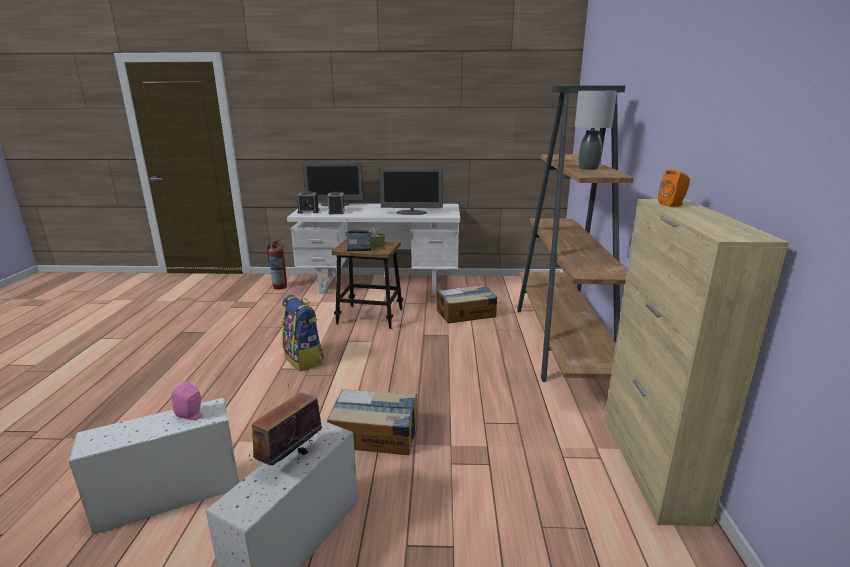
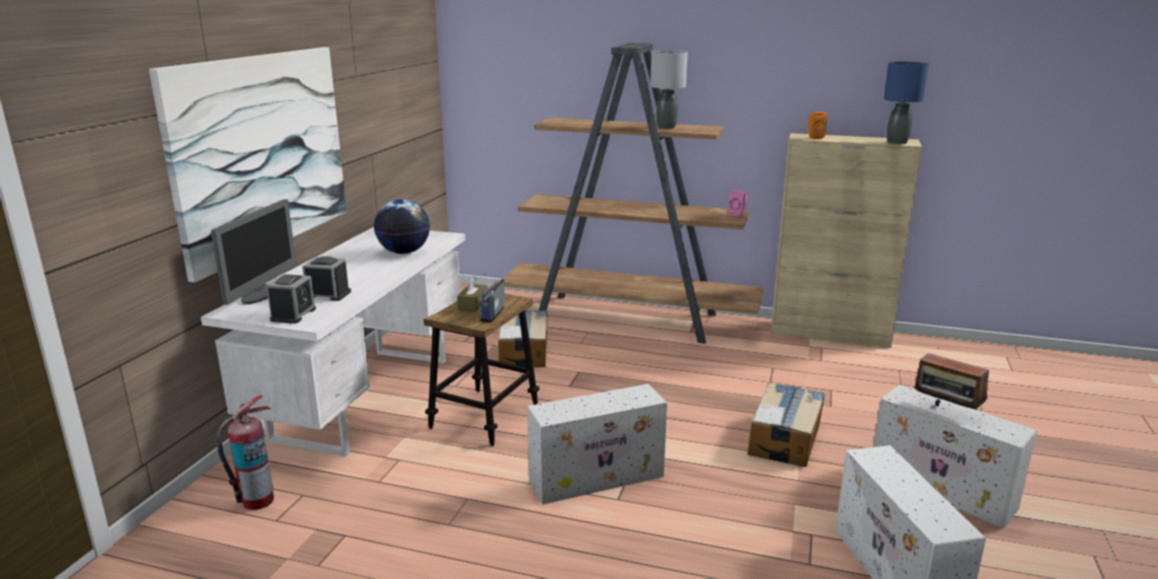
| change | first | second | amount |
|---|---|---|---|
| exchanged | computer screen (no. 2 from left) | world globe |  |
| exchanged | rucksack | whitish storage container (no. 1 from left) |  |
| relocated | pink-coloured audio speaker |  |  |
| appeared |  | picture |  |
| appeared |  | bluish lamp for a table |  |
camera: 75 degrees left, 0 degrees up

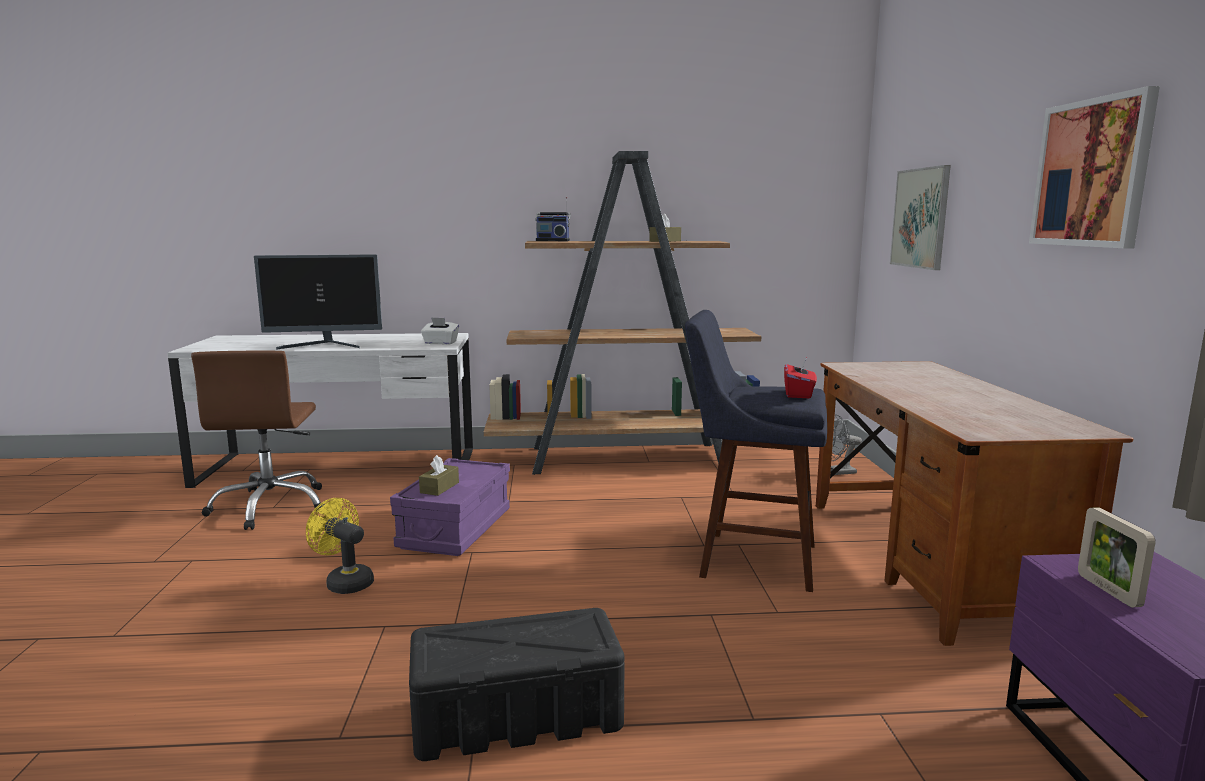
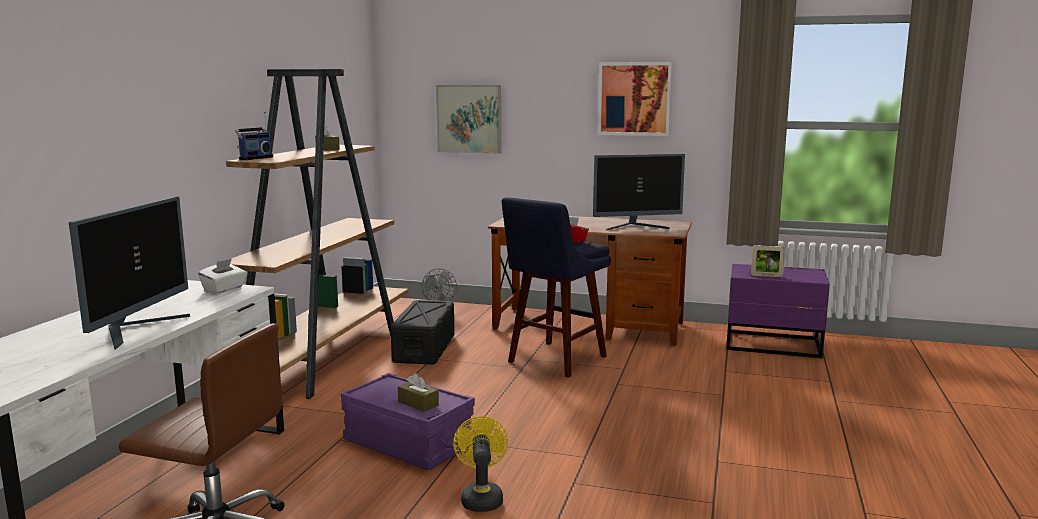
| change | first | second | amount |
|---|---|---|---|
| spun | yellow fan |  | 120 degrees clockwise |
| relocated | blackish storage container |  |  |
| appeared |  | computer screen (no. 2 from left) |  |
camera: 70 degrees left, 0 degrees up

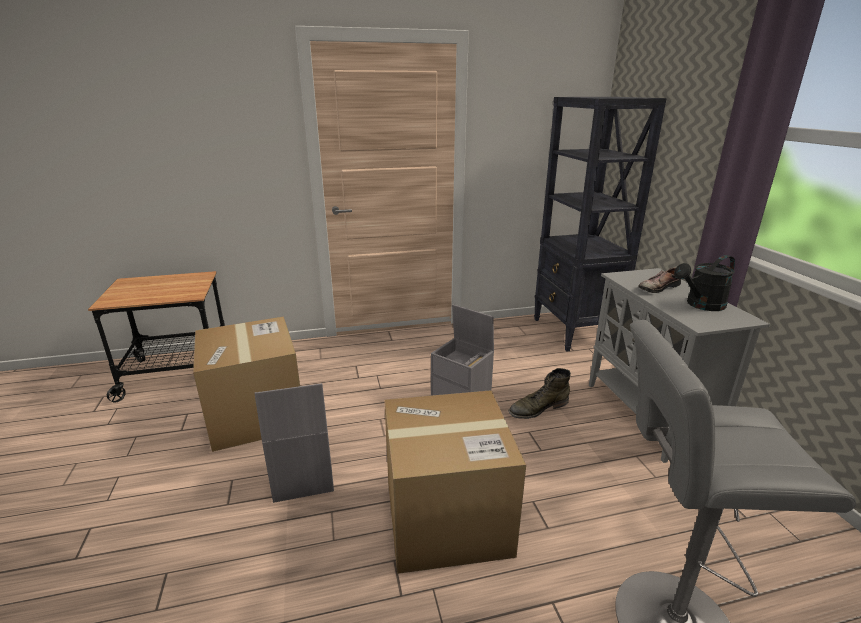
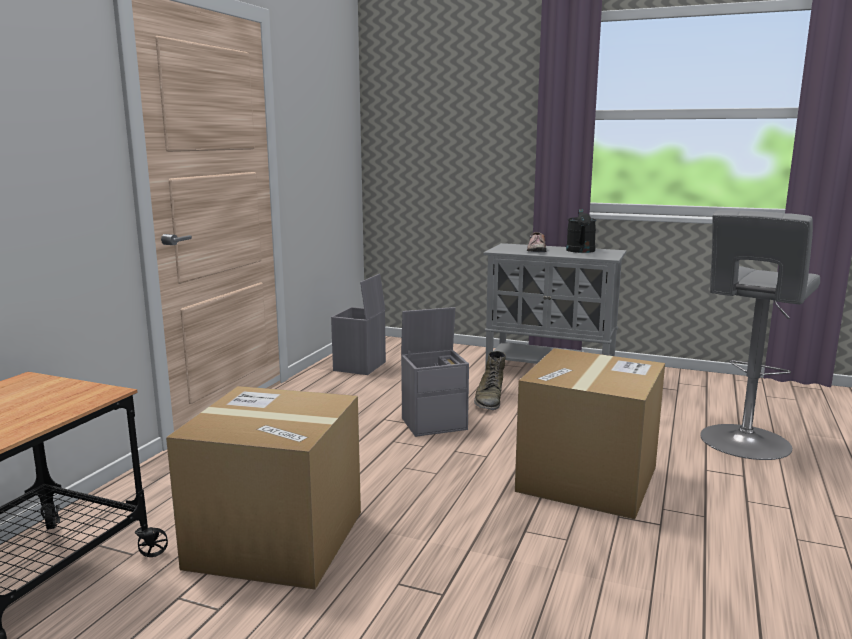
| change | first | second | amount |
|---|---|---|---|
| missing | blackish bookshelf |  |  |
| relocated | greyish storage container (no. 1 from left) |  |  |
camera: 55 degrees left, 10 degrees down

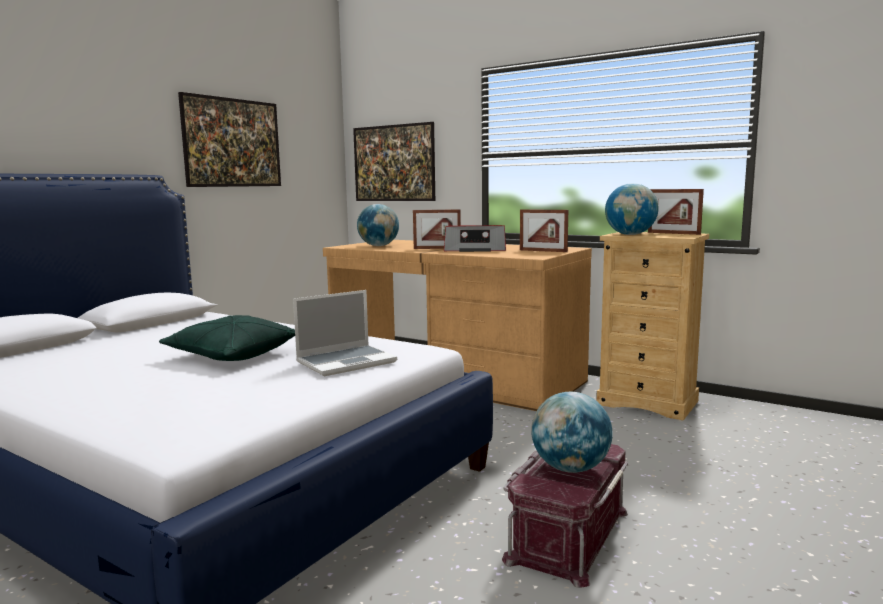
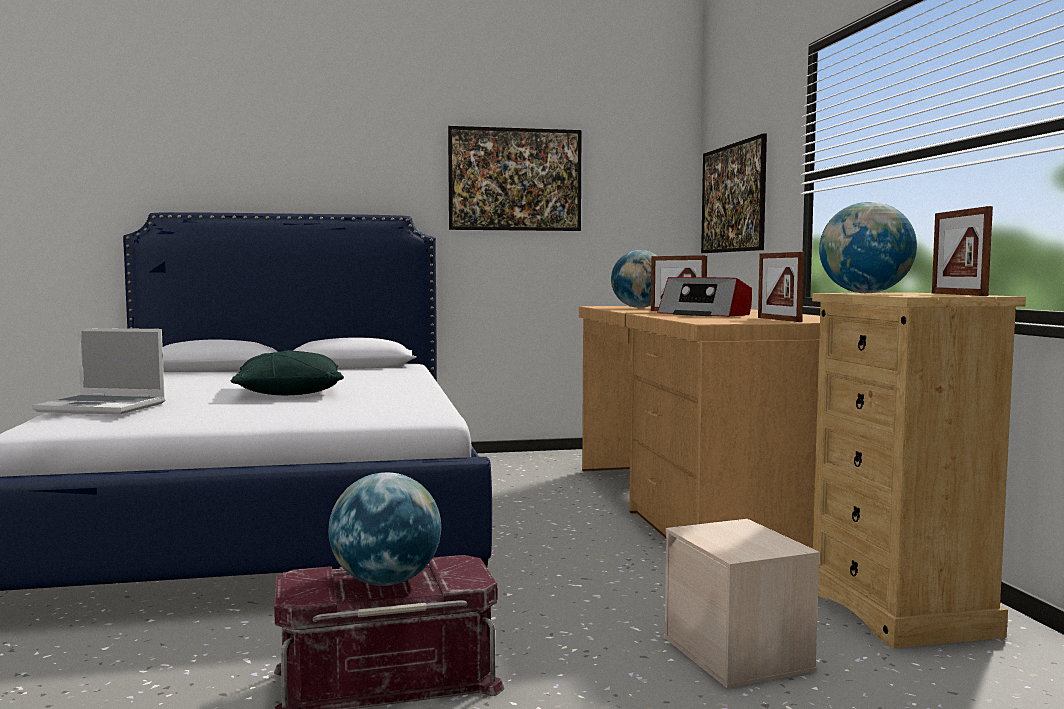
| change | first | second | amount |
|---|---|---|---|
| relocated | portable computer |  |  |
| appeared |  | sand-coloured storage container |  |
camera: 45 degrees right, 5 degrees down

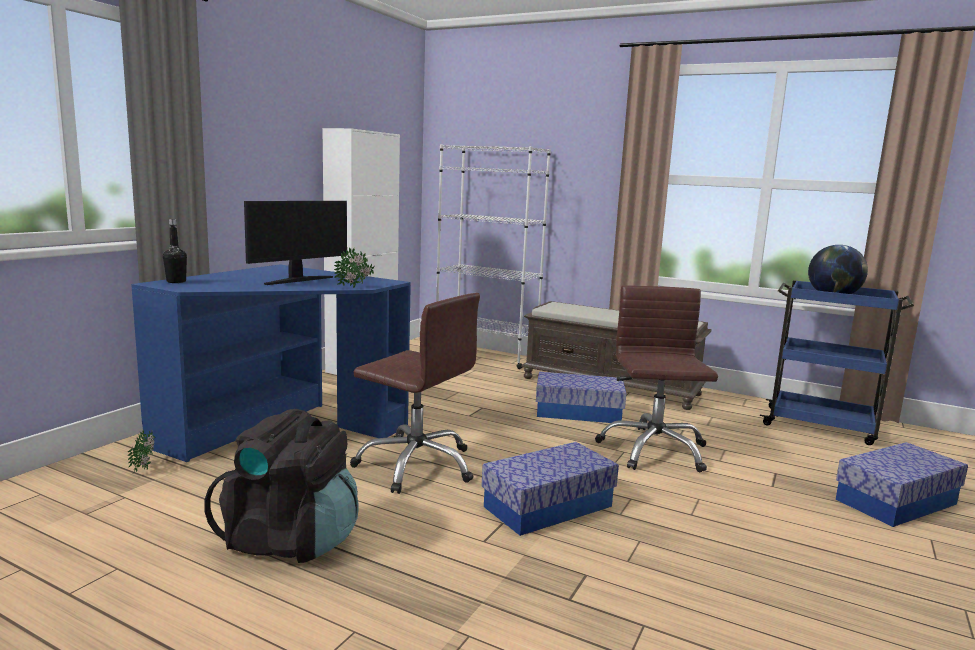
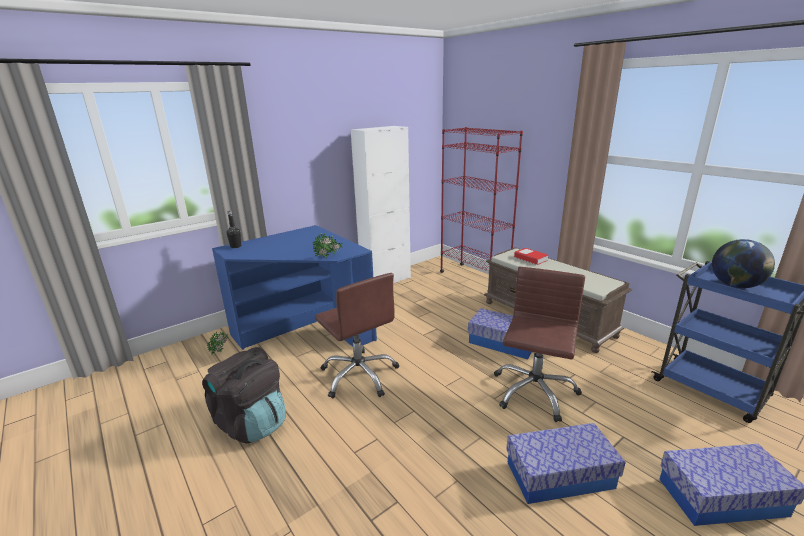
| change | first | second | amount |
|---|---|---|---|
| colour | whitish bookshelf | red bookshelf |  |
| missing | computer screen |  |  |
| relocated | storage container (no. 1 from left in the first image) | storage container (no. 2 from left) |  |
| appeared |  | book |  |
camera: 25 degrees right, 10 degrees up

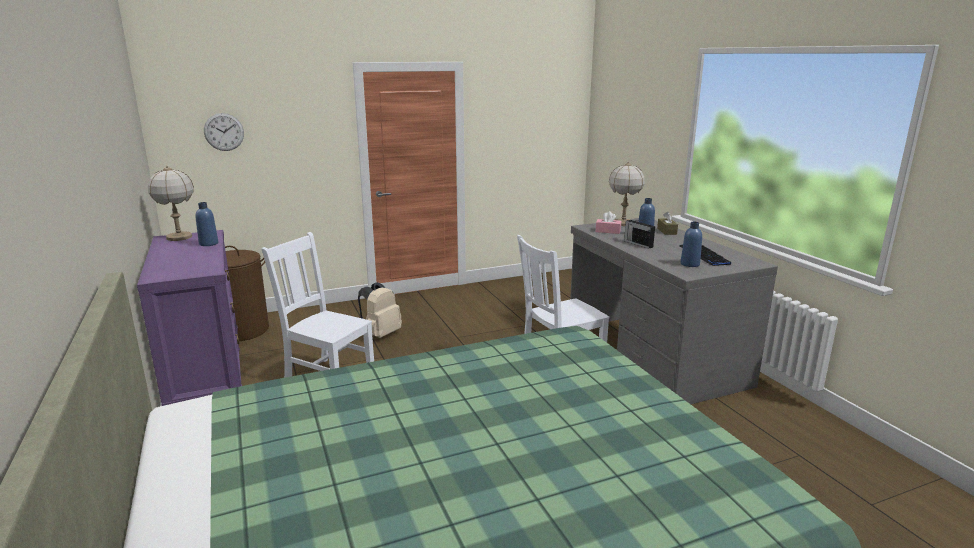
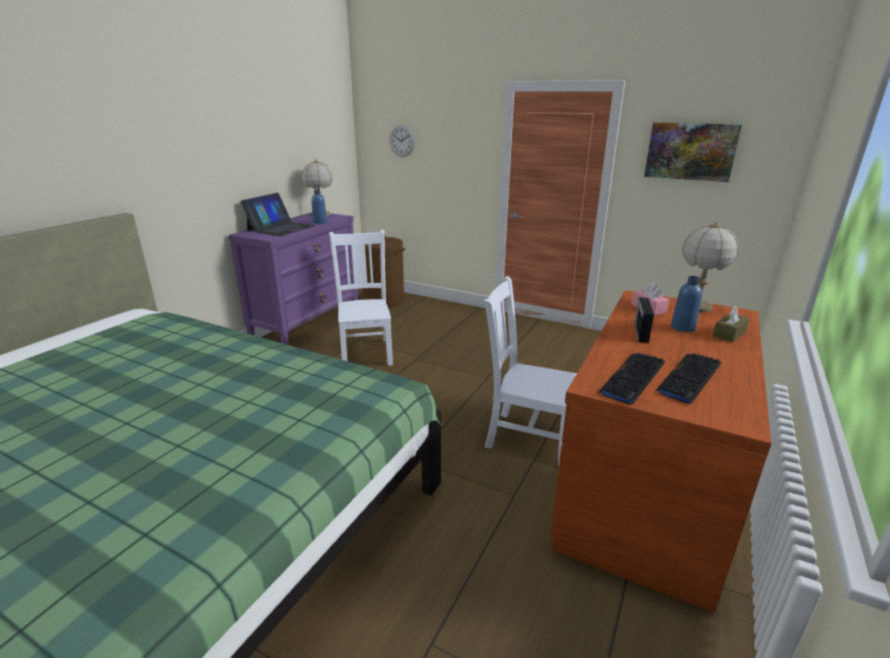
| change | first | second | amount |
|---|---|---|---|
| colour | greyish desk table | brownish desk table |  |
| exchanged | bluish beverage bottle (no. 3 from left) | PC keyboard (no. 1 from left) |  |
| missing | sand-coloured rucksack |  |  |
| appeared |  | picture |  |
| appeared |  | portable computer |  |
camera: 50 degrees right, 5 degrees up

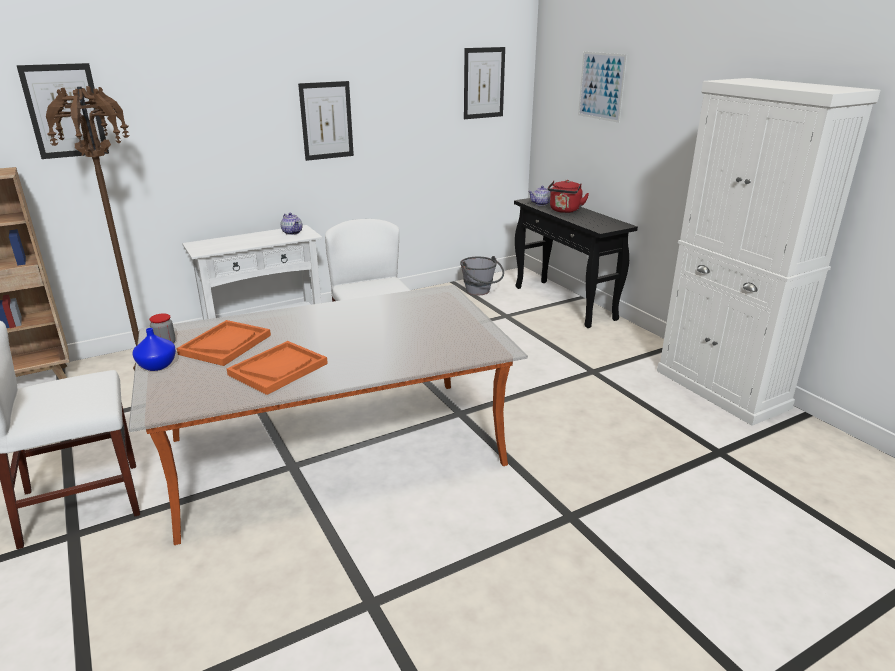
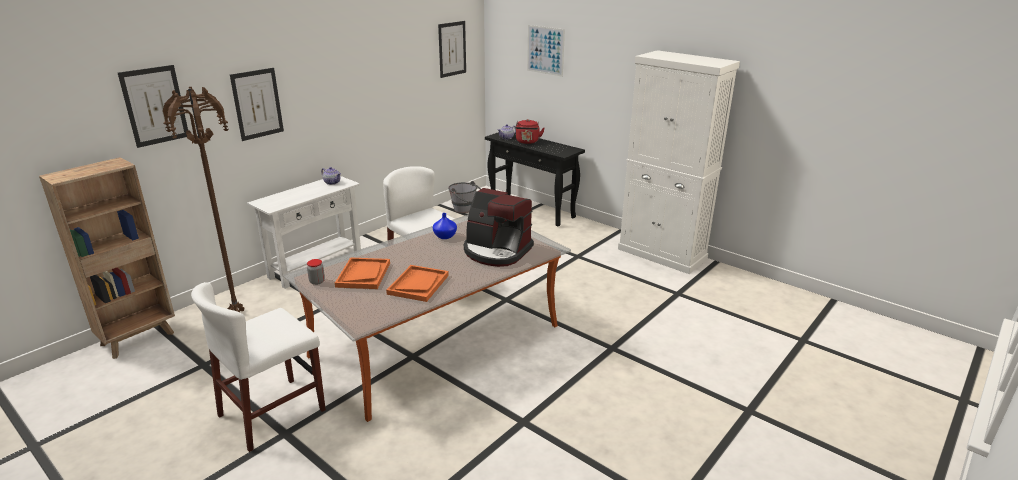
| change | first | second | amount |
|---|---|---|---|
| relocated | picture (no. 2 from left) |  |  |
| relocated | bluish vase |  |  |
| appeared |  | coffee brewer |  |
camera: 20 degrees left, 0 degrees up

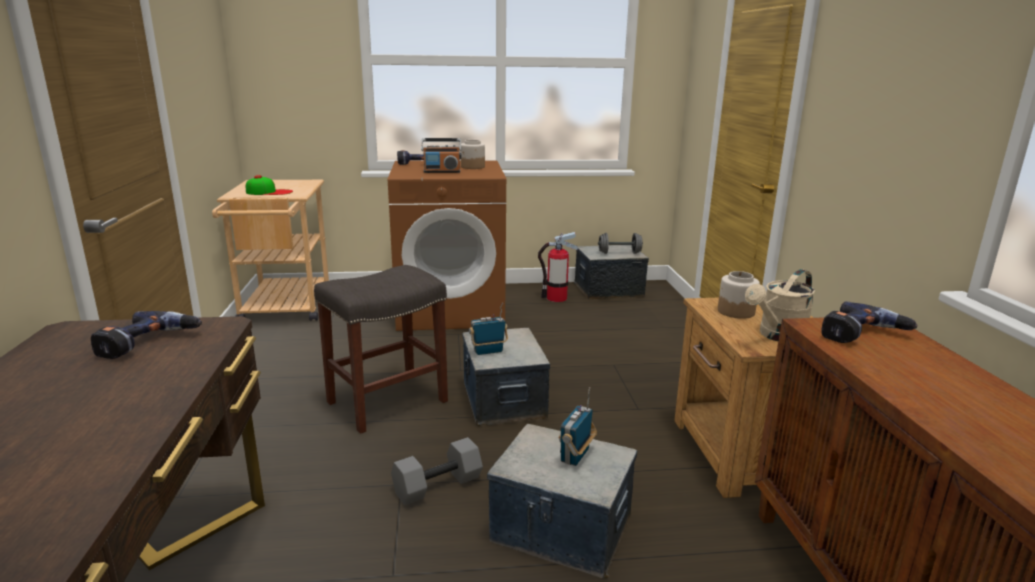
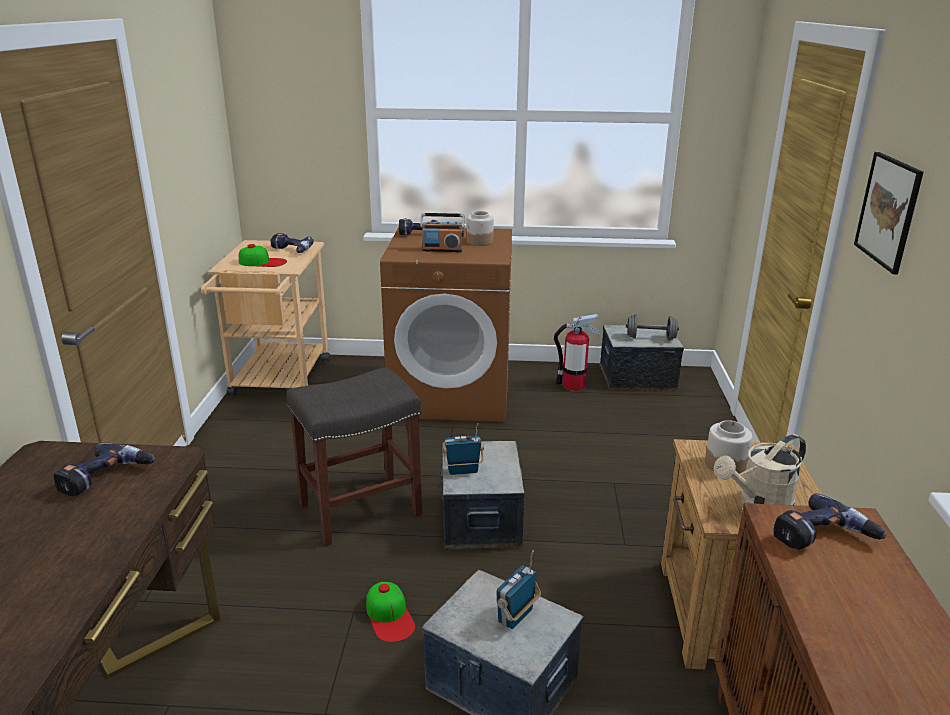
| change | first | second | amount |
|---|---|---|---|
| exchanged | greyish dumbbell (no. 1 from left) | peaked cap (no. 2 from left) |  |
| appeared |  | picture |  |
| appeared |  | power drill (no. 2 from left) |  |
camera: 10 degrees right, 5 degrees up

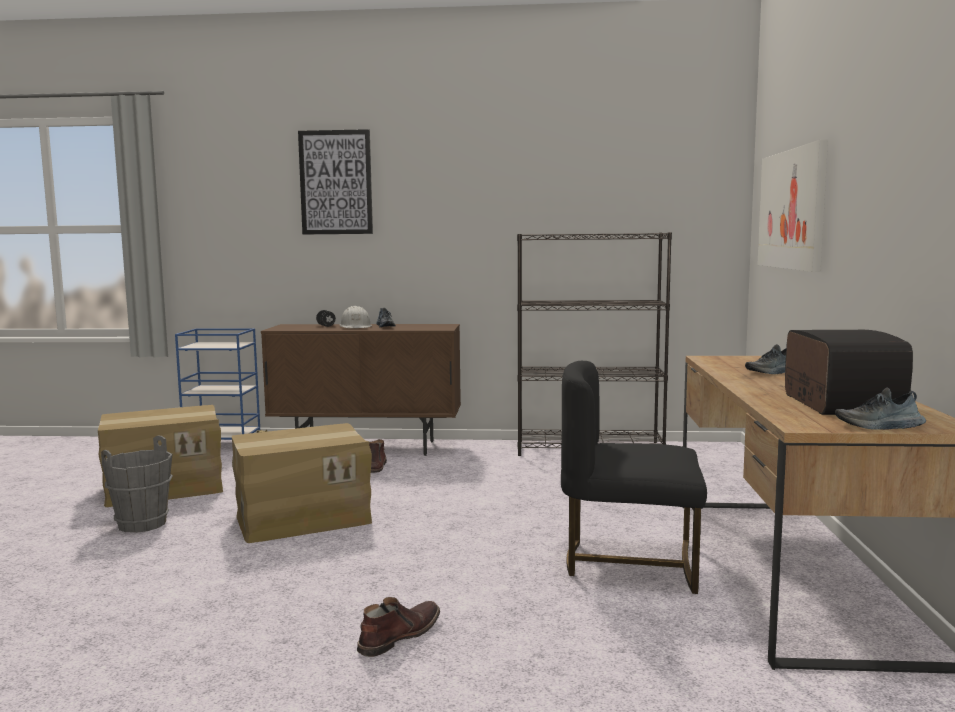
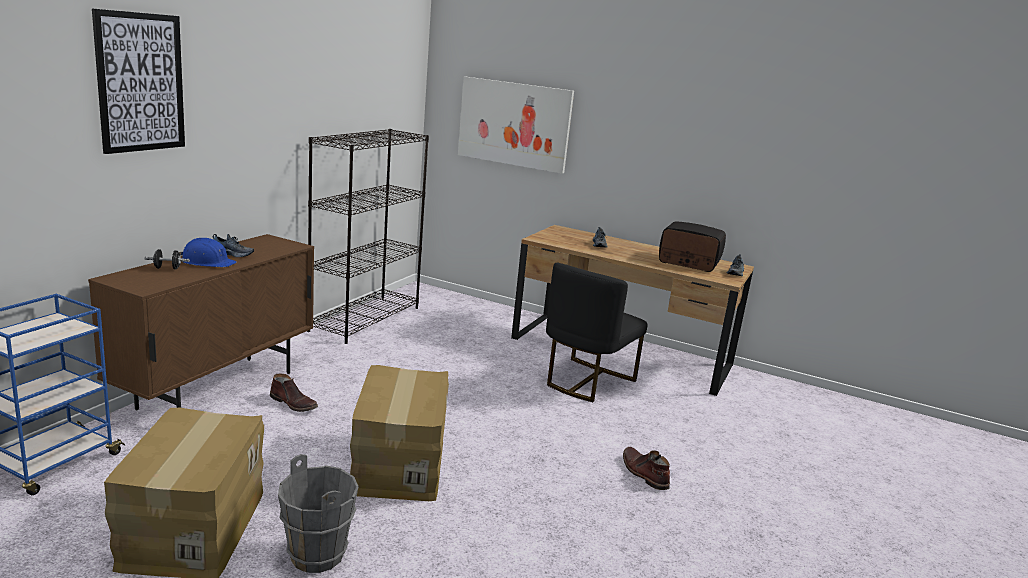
| change | first | second | amount |
|---|---|---|---|
| colour | whitish hard hat | bluish hard hat |  |
camera: 70 degrees left, 10 degrees up

